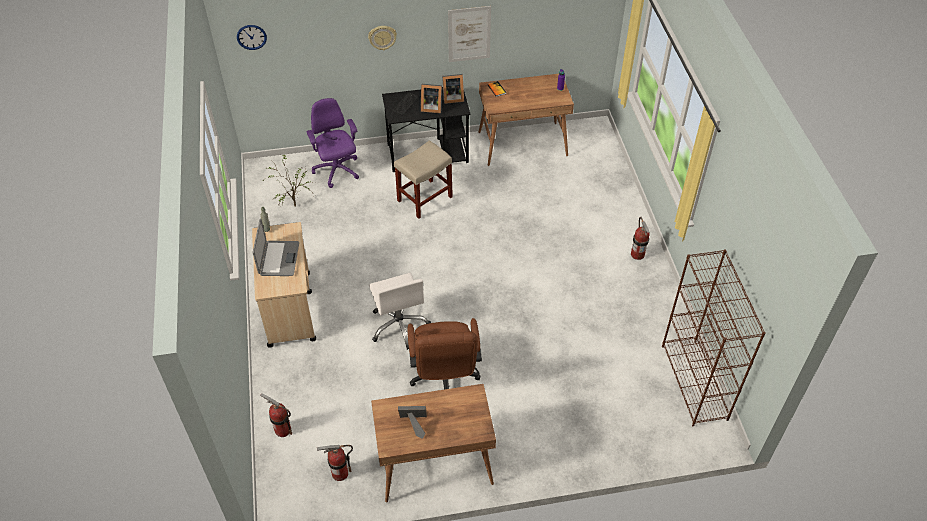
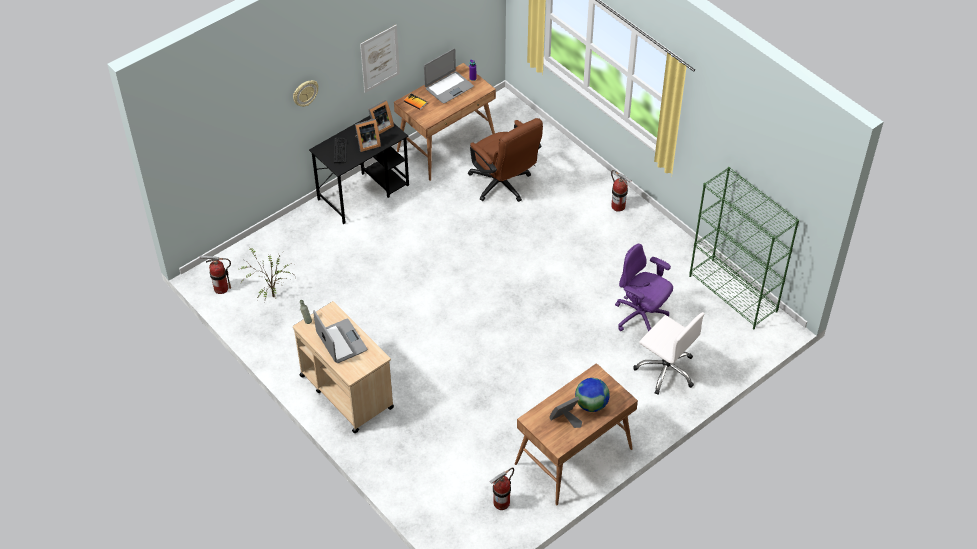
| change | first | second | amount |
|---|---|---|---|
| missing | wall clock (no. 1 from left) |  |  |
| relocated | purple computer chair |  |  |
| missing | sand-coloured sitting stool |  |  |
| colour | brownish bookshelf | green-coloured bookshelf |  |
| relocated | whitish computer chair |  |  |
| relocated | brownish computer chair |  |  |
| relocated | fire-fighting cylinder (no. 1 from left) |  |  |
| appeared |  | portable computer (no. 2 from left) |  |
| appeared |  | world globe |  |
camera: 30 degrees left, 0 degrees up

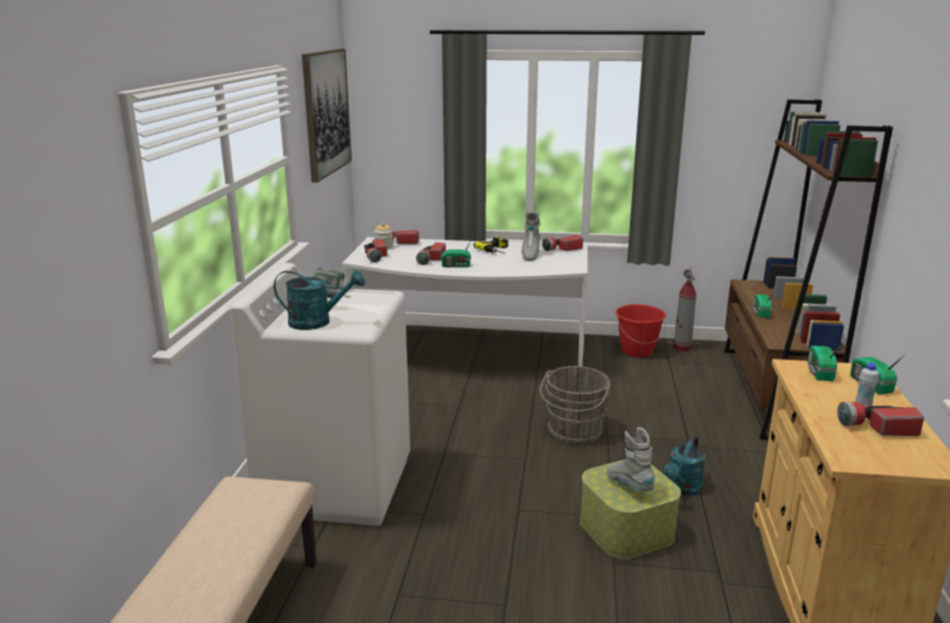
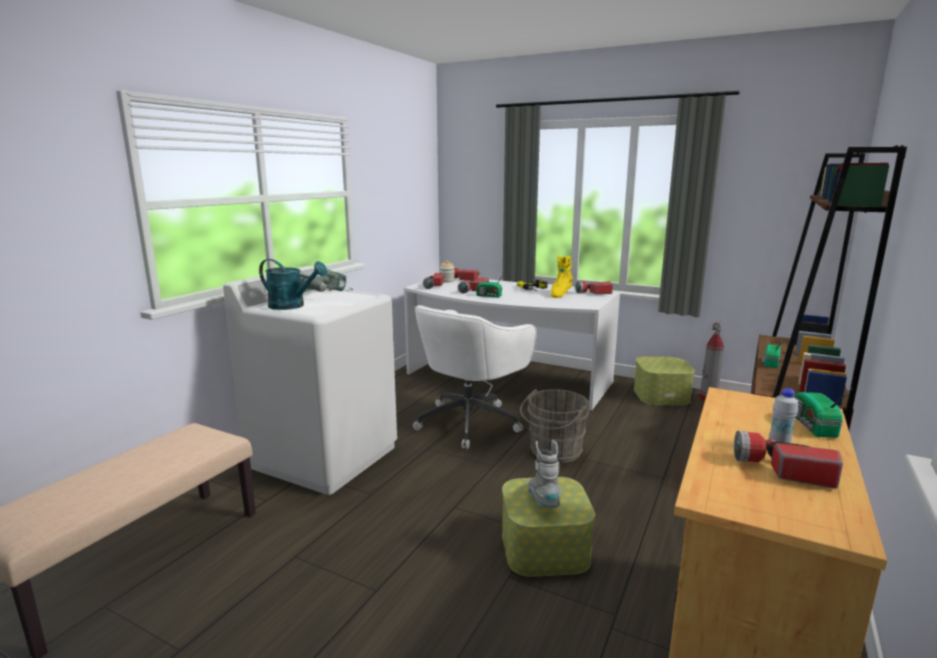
| change | first | second | amount |
|---|---|---|---|
| missing | picture |  |  |
| colour | greyish tall boot (no. 1 from left) | yellow tall boot |  |
| exchanged | red bucket | storage container (no. 2 from left) |  |
| missing | radio set (no. 3 from left) |  |  |
| missing | turquoise-coloured watering can (no. 2 from left) |  |  |
| appeared |  | whitish computer chair |  |
camera: 20 degrees right, 5 degrees down

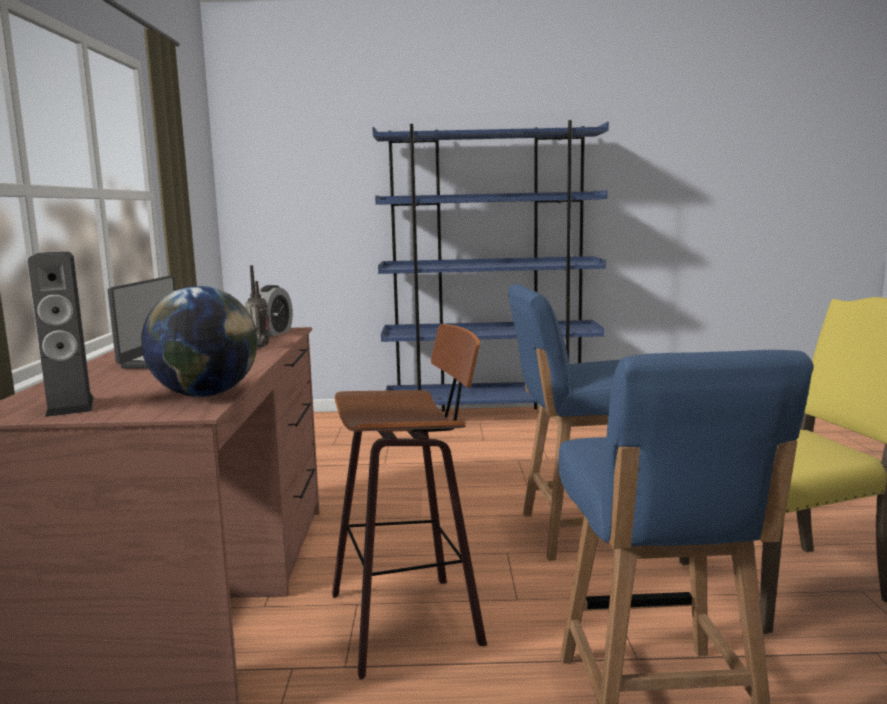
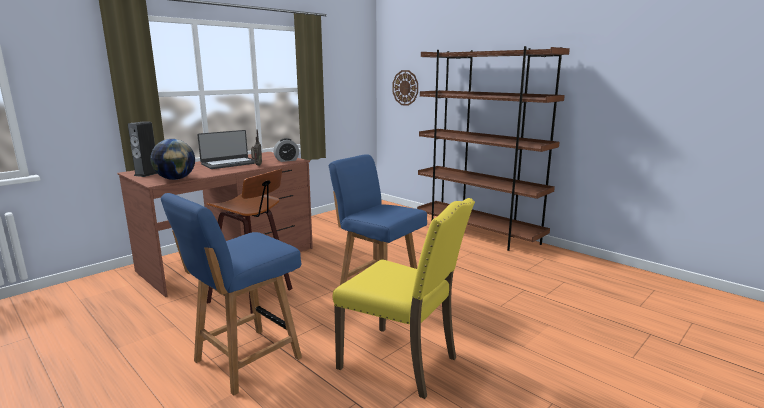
| change | first | second | amount |
|---|---|---|---|
| colour | bluish bookshelf | brownish bookshelf |  |
| appeared |  | wall clock |  |
camera: 45 degrees right, 5 degrees up

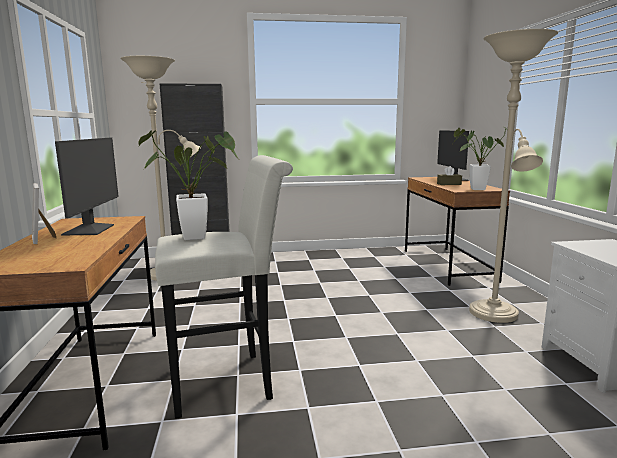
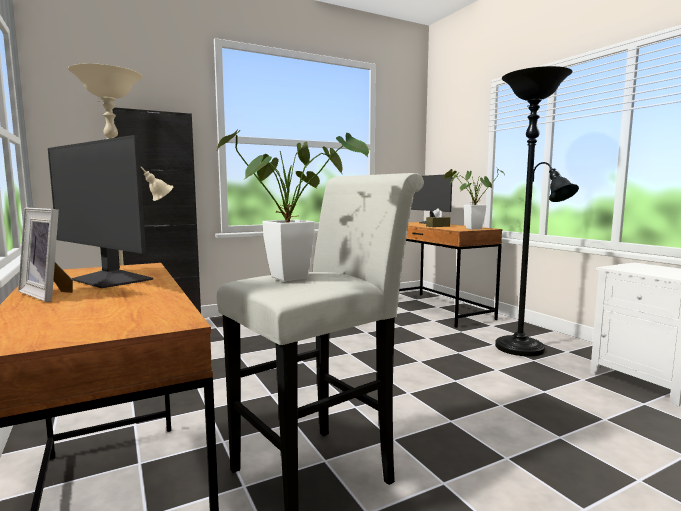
| change | first | second | amount |
|---|---|---|---|
| colour | sand-coloured standing lamp (no. 2 from left) | blackish standing lamp |  |
| spun | computer screen (no. 1 from left) |  | 150 degrees clockwise |
camera: 20 degrees left, 5 degrees down

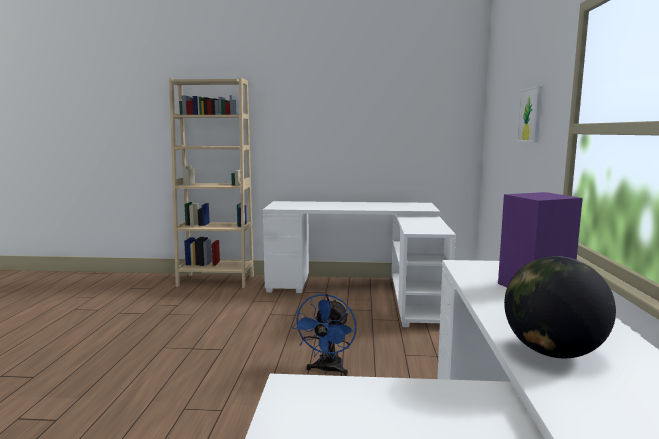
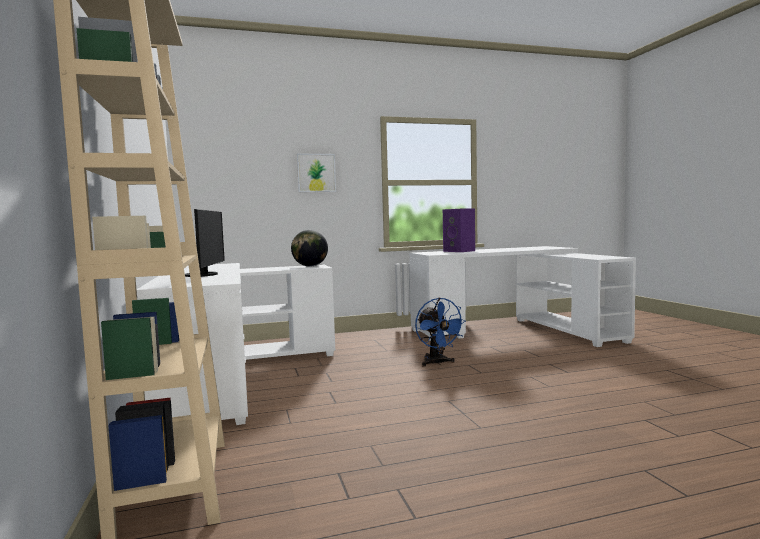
| change | first | second | amount |
|---|---|---|---|
| relocated | world globe |  |  |
| spun | bluish fan |  | 75 degrees clockwise |
| appeared |  | computer screen |  |
camera: 110 degrees left, 5 degrees down

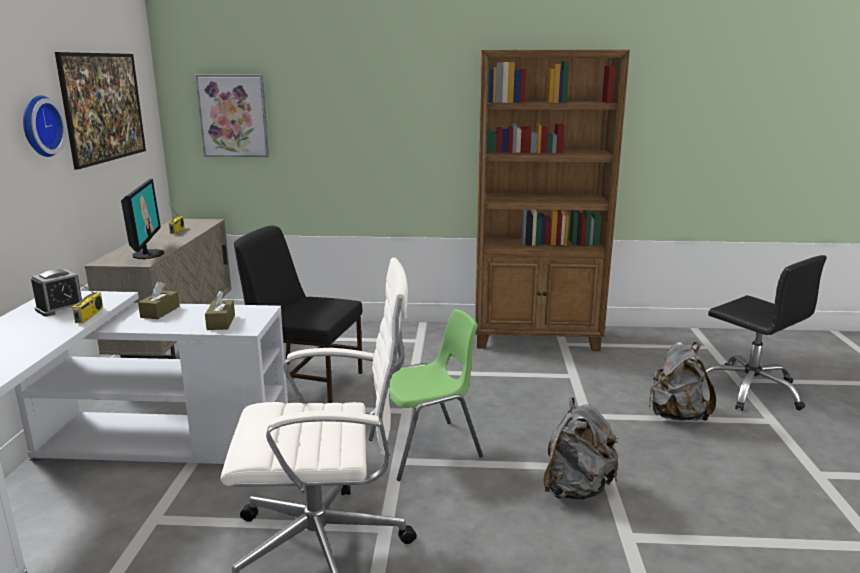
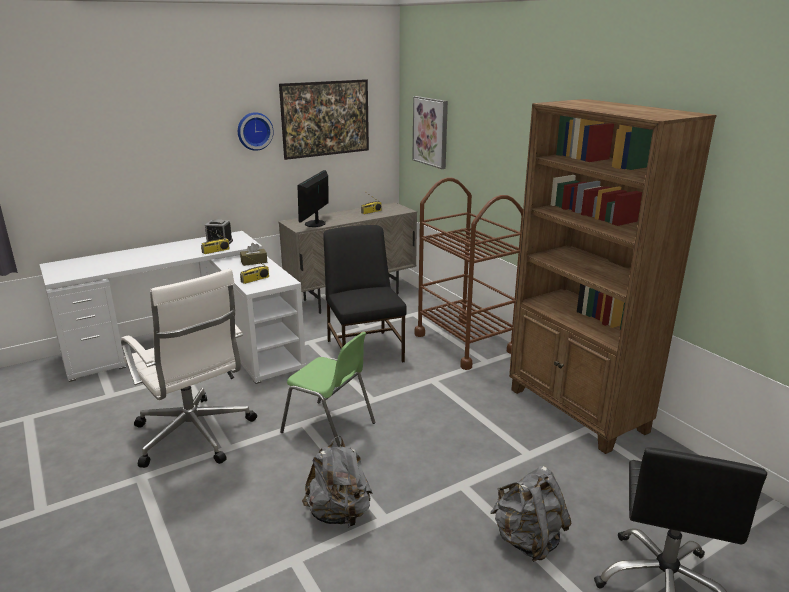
| change | first | second | amount |
|---|---|---|---|
| spun | computer screen |  | 150 degrees clockwise |
| exchanged | brownish tissue holder (no. 2 from left) | radio set (no. 2 from left) |  |
| appeared |  | brownish cart |  |
camera: 55 degrees right, 5 degrees up

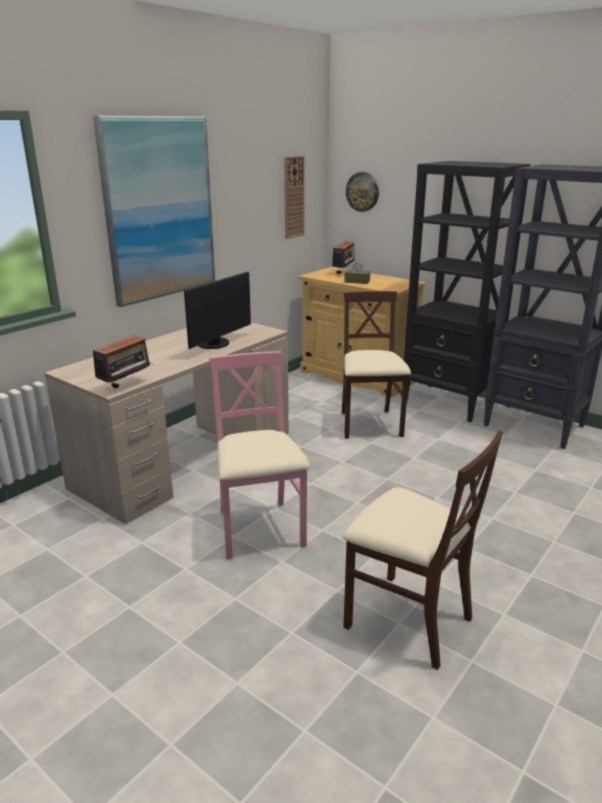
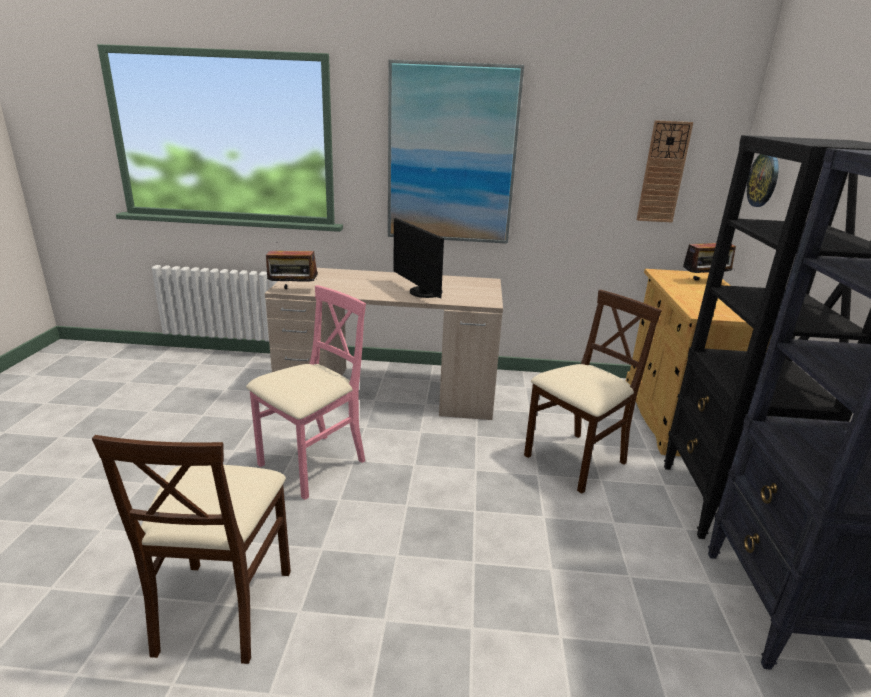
| change | first | second | amount |
|---|---|---|---|
| missing | brownish tissue holder |  |  |
| spun | computer screen |  | 60 degrees clockwise |
camera: 55 degrees right, 0 degrees up

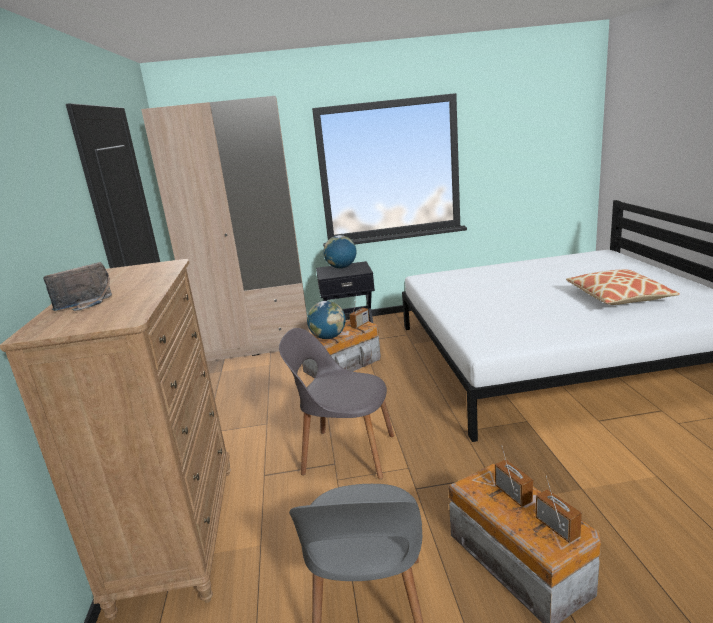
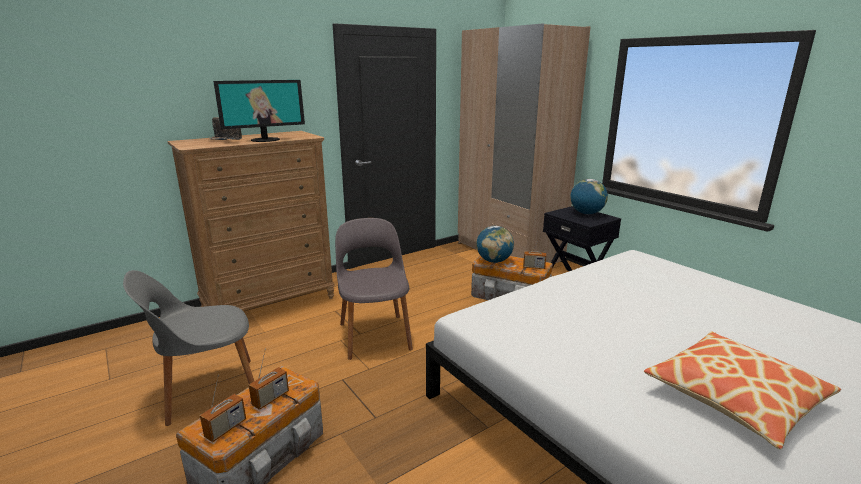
| change | first | second | amount |
|---|---|---|---|
| appeared |  | computer screen |  |
camera: 60 degrees right, 0 degrees up

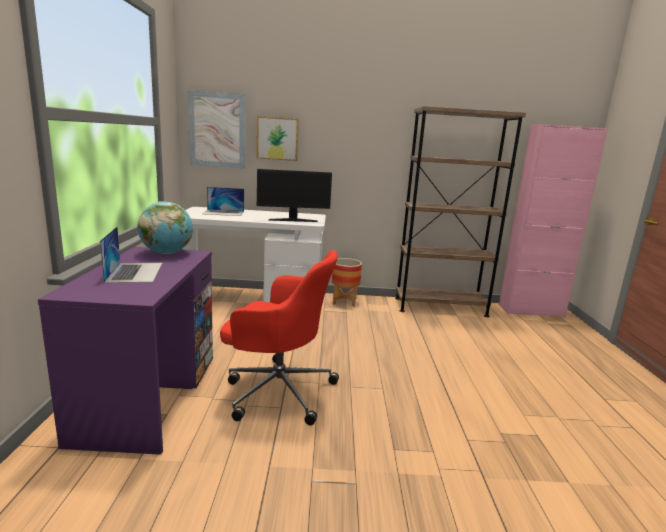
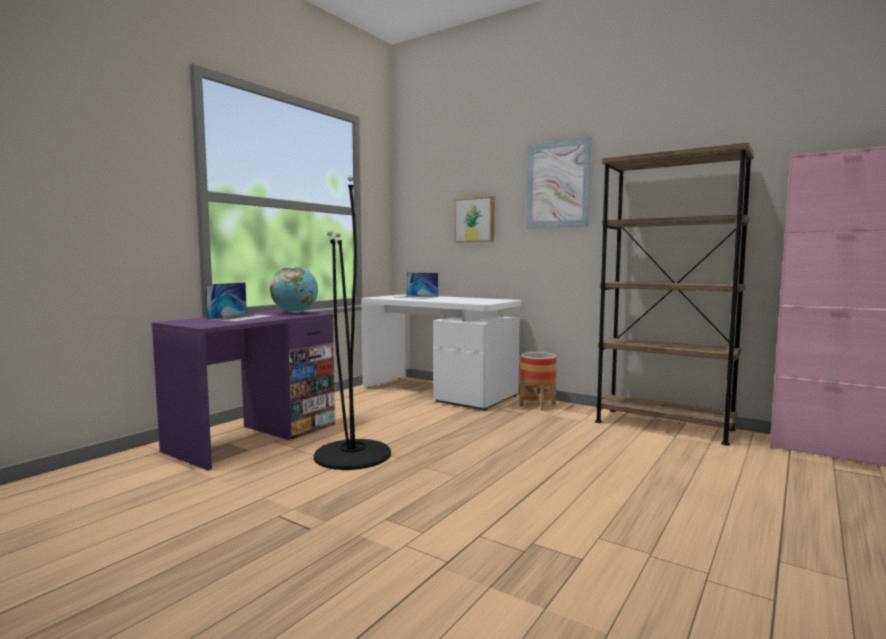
| change | first | second | amount |
|---|---|---|---|
| relocated | picture (no. 1 from left in the first image) | picture (no. 2 from left) |  |
| missing | computer screen |  |  |
| exchanged | red computer chair | blackish standing lamp |  |
camera: 35 degrees right, 10 degrees down

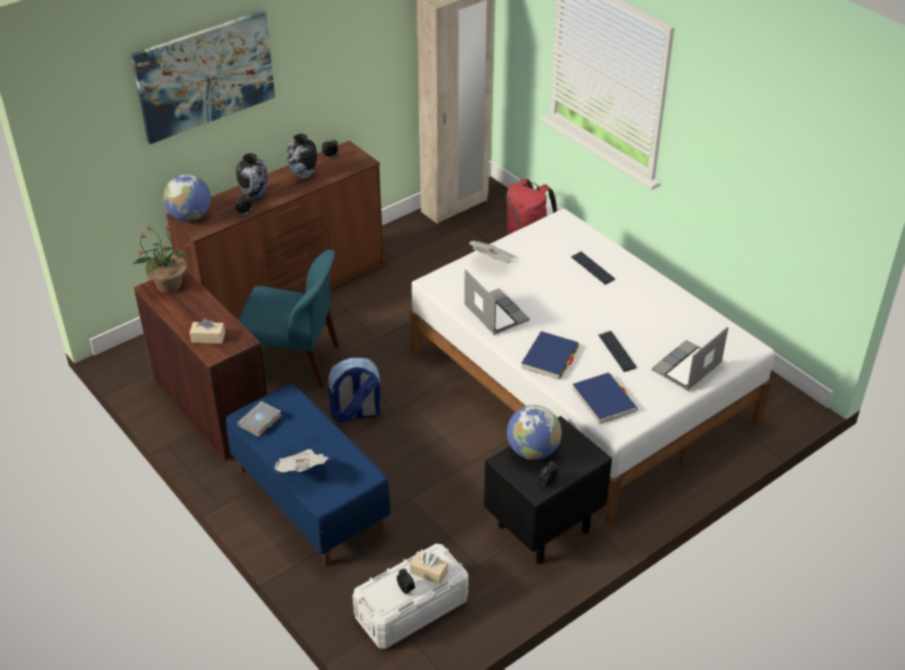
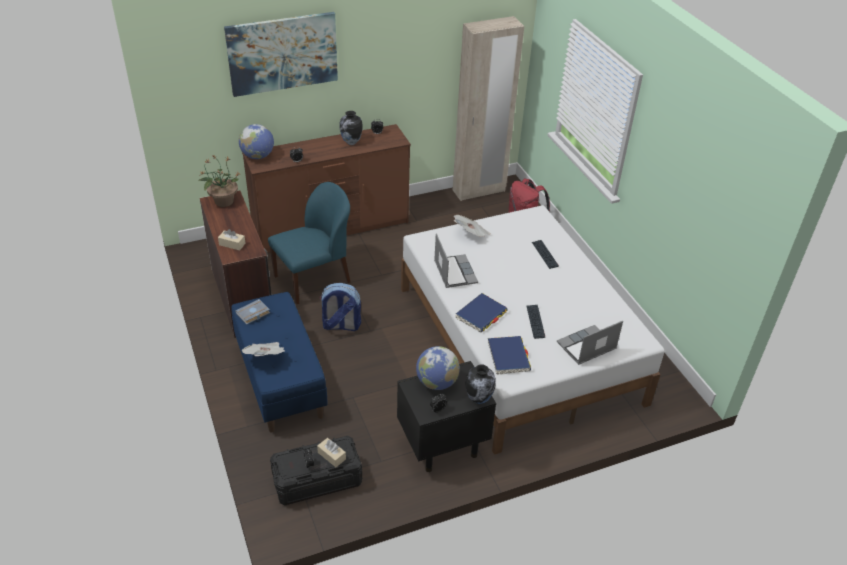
| change | first | second | amount |
|---|---|---|---|
| relocated | vase (no. 1 from left in the first image) | vase (no. 2 from left) |  |
| spun | bluish chair |  | 60 degrees counterclockwise |
| colour | whitish storage container | blackish storage container |  |
camera: 15 degrees right, 0 degrees up

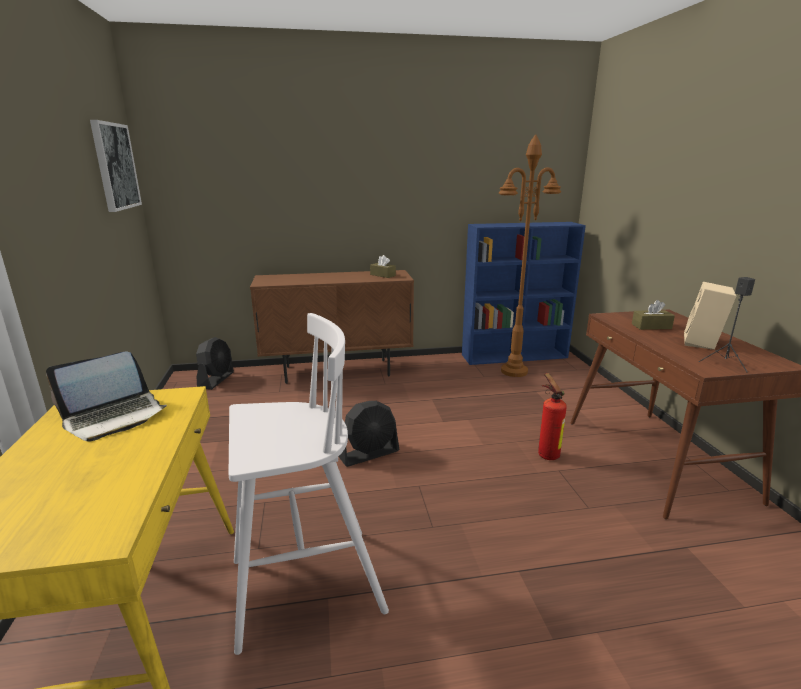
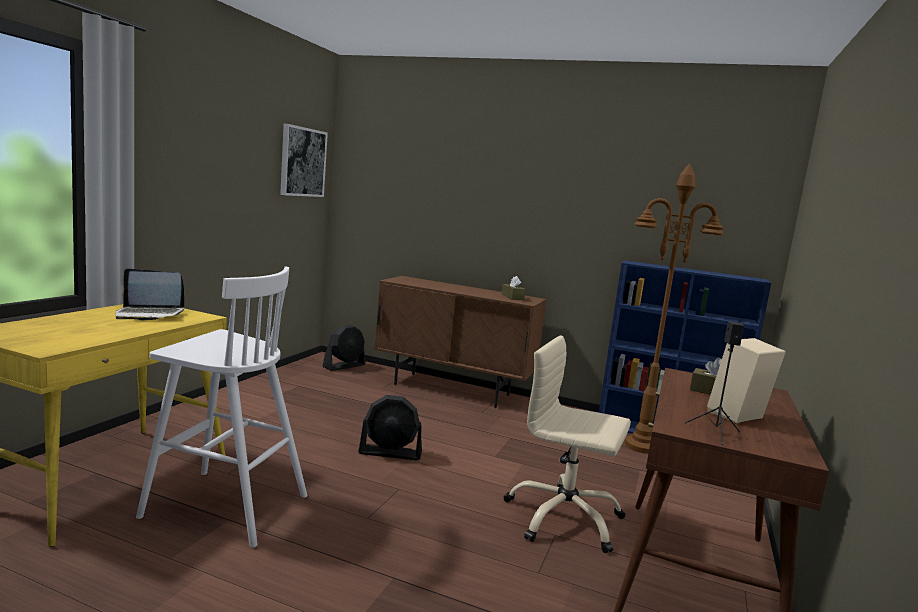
| change | first | second | amount |
|---|---|---|---|
| exchanged | fire-fighting cylinder | sand-coloured computer chair |  |
camera: 30 degrees right, 10 degrees down

